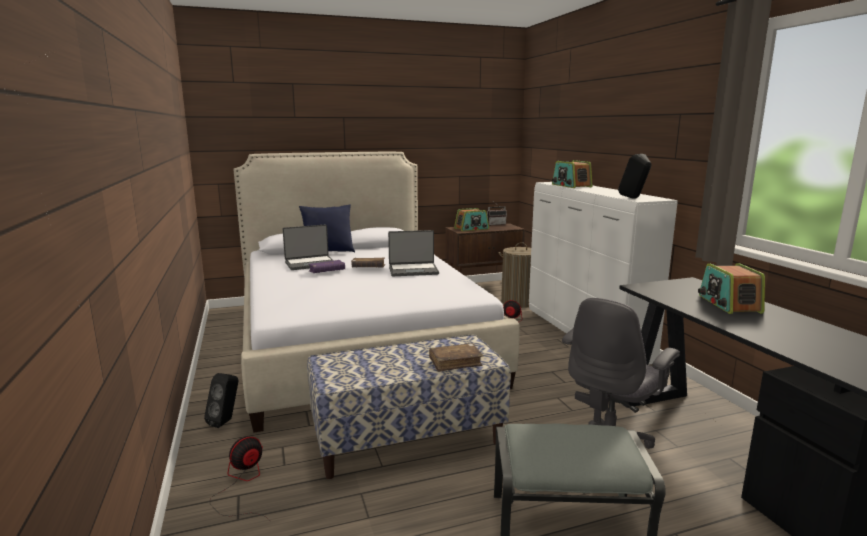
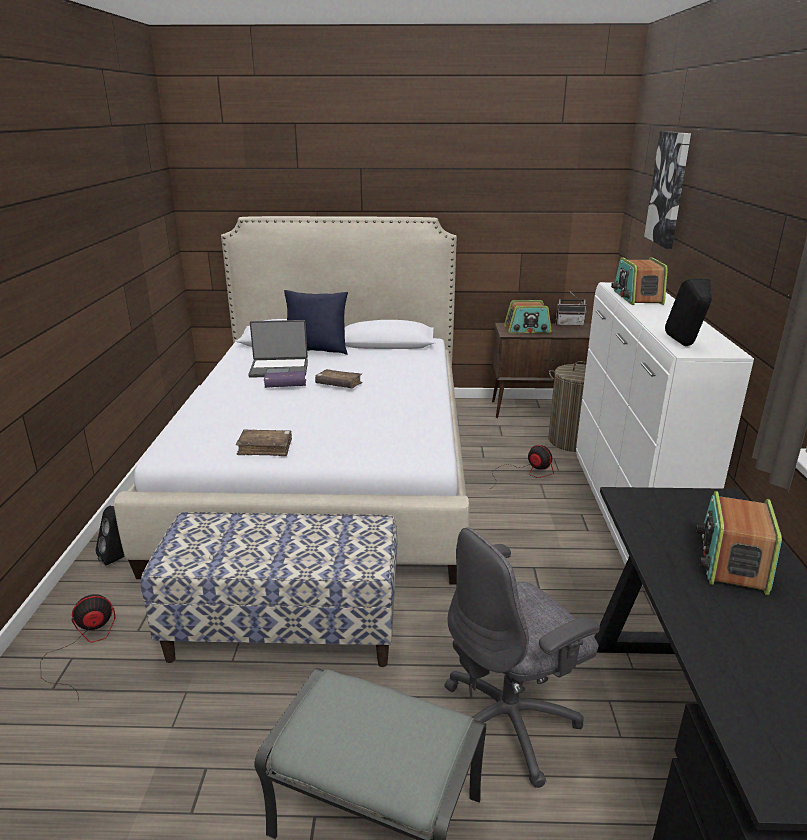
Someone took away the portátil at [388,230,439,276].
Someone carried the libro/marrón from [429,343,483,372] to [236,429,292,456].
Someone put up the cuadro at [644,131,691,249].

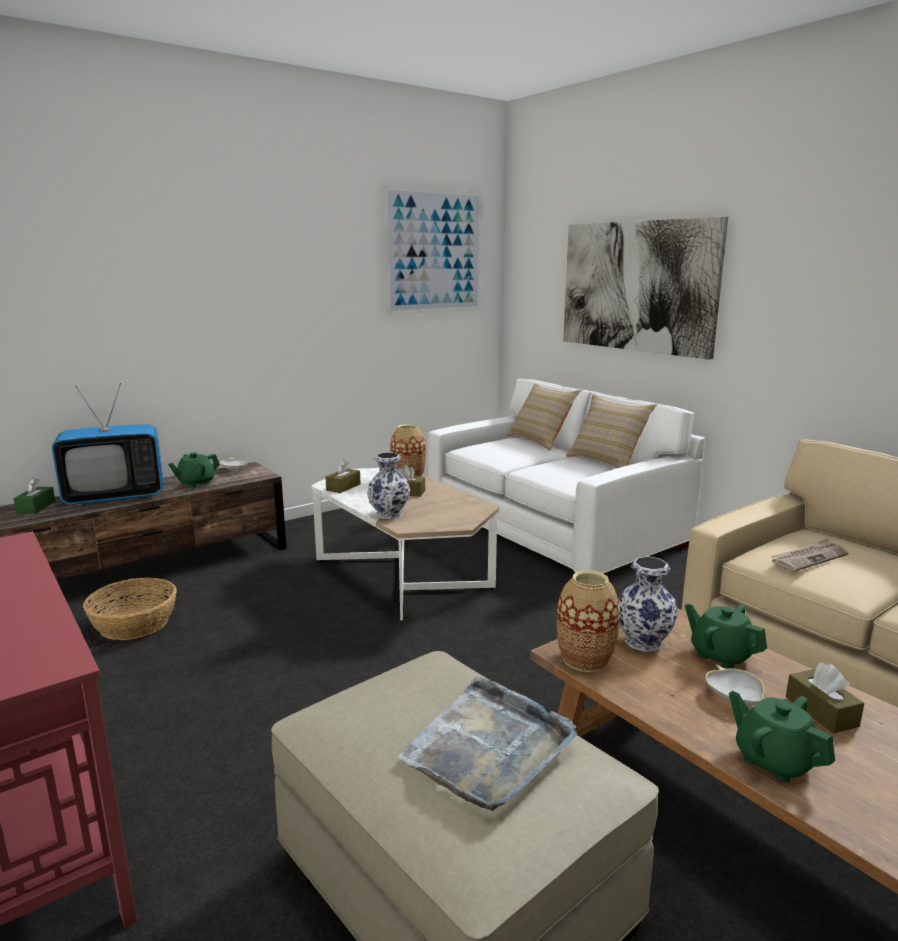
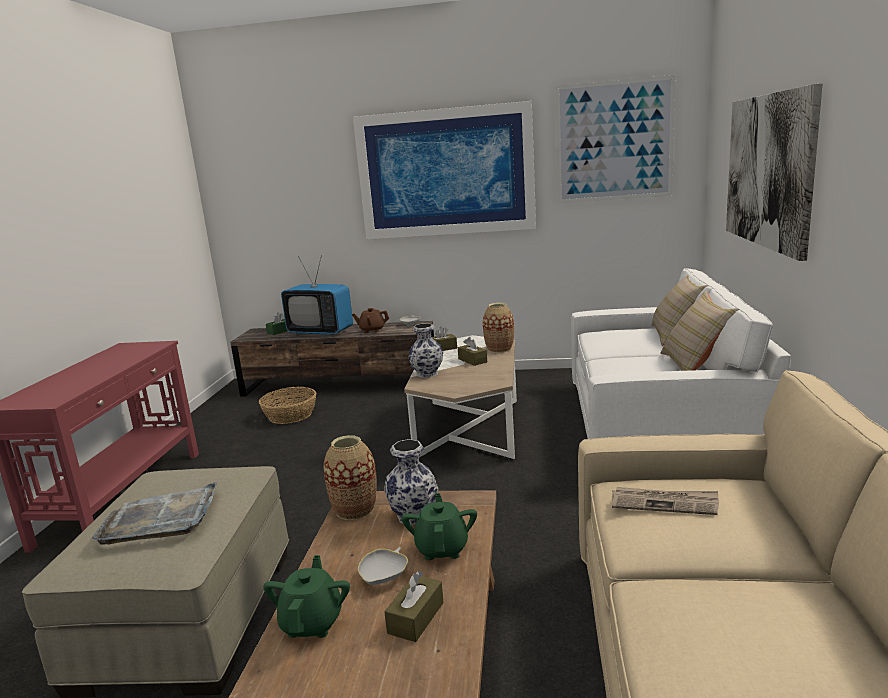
Someone repainted the tetera/verde at [168,453,220,488], which became the tetera/marrón at [352,308,389,333].
Someone put up the cuadro at [353,101,536,239].

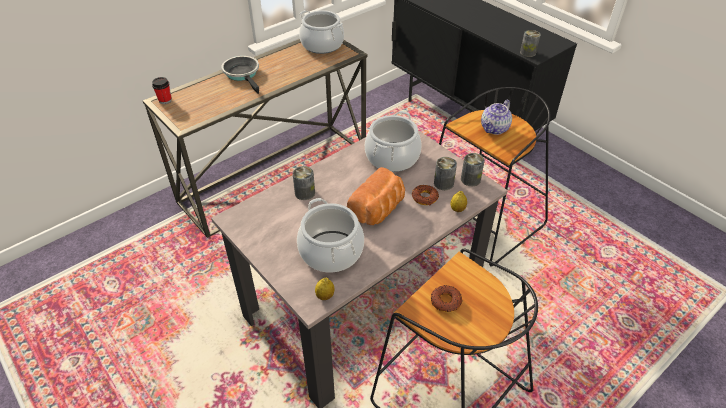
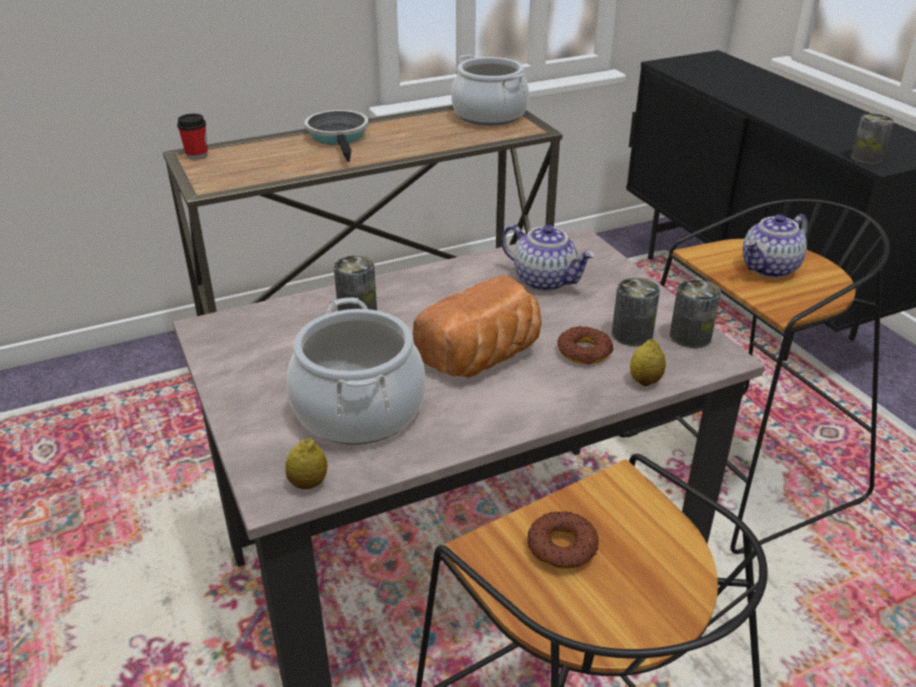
Someone swapped the olla at [365,111,422,172] for the tetera at [501,225,595,291].

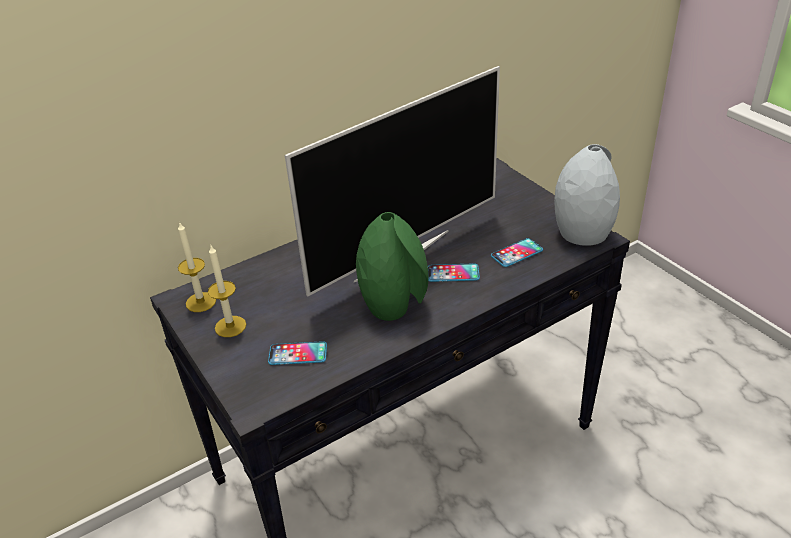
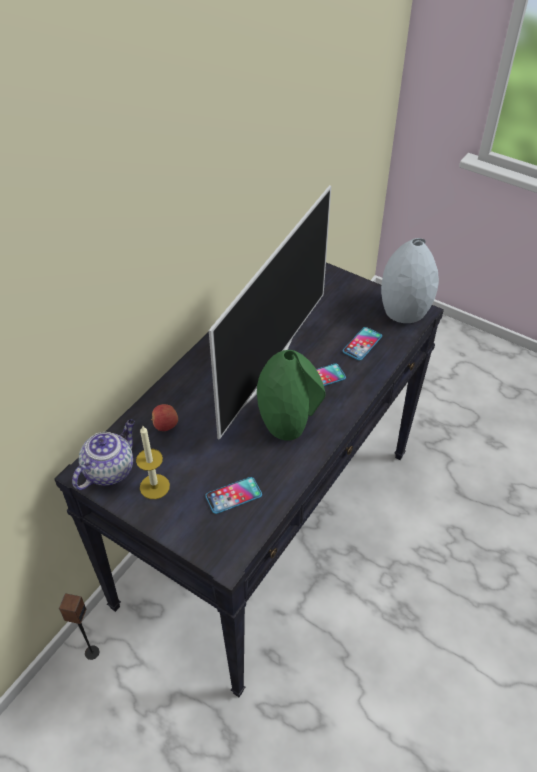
Someone swapped the vela at [178,221,216,312] for the tetera at [72,419,135,490].
Someone put down the manzana at [151,404,178,431].
Someone put down the altavoz at [59,594,99,660].

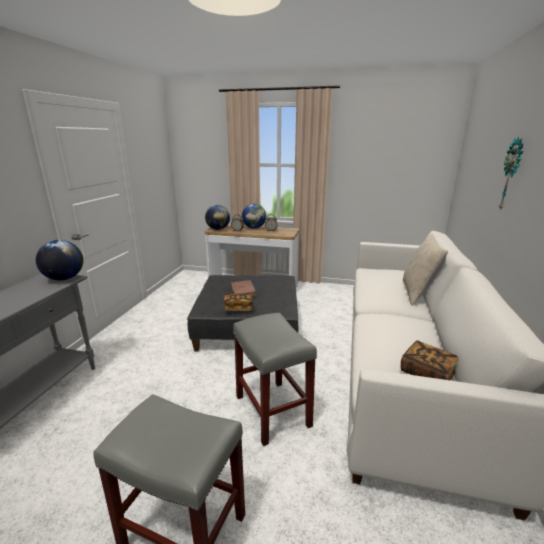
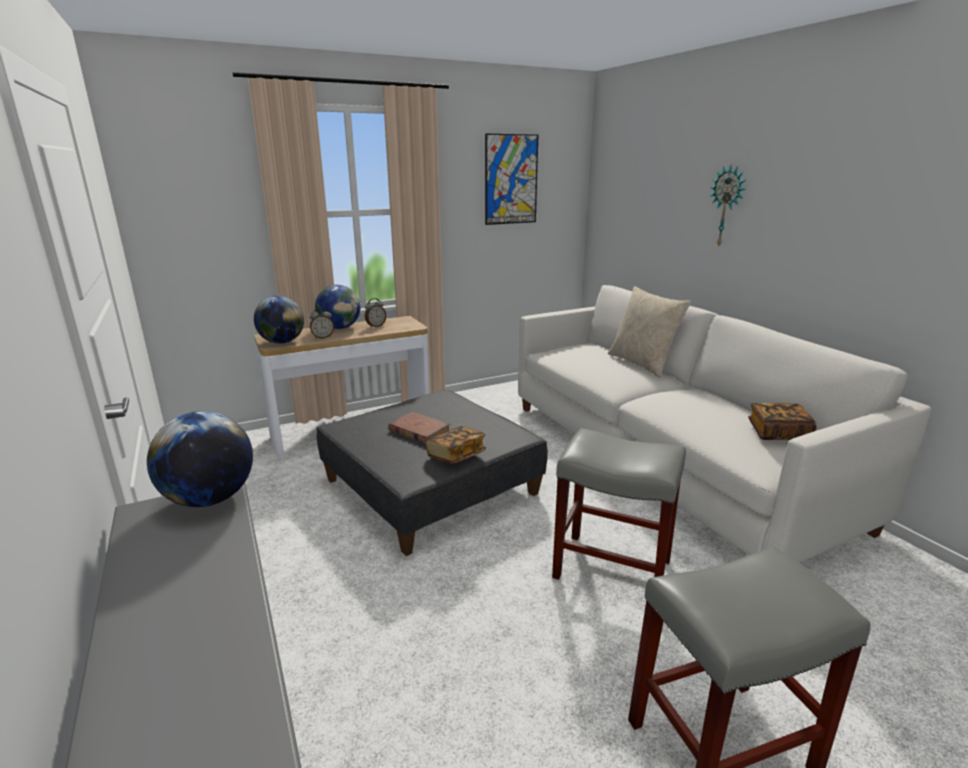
Someone put up the cuadro at [485,134,538,225].

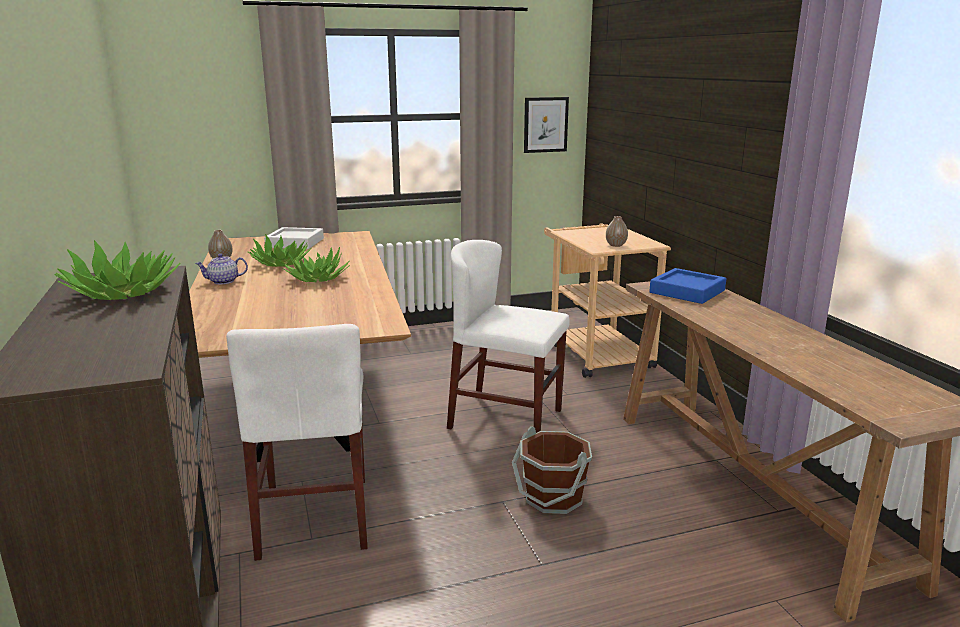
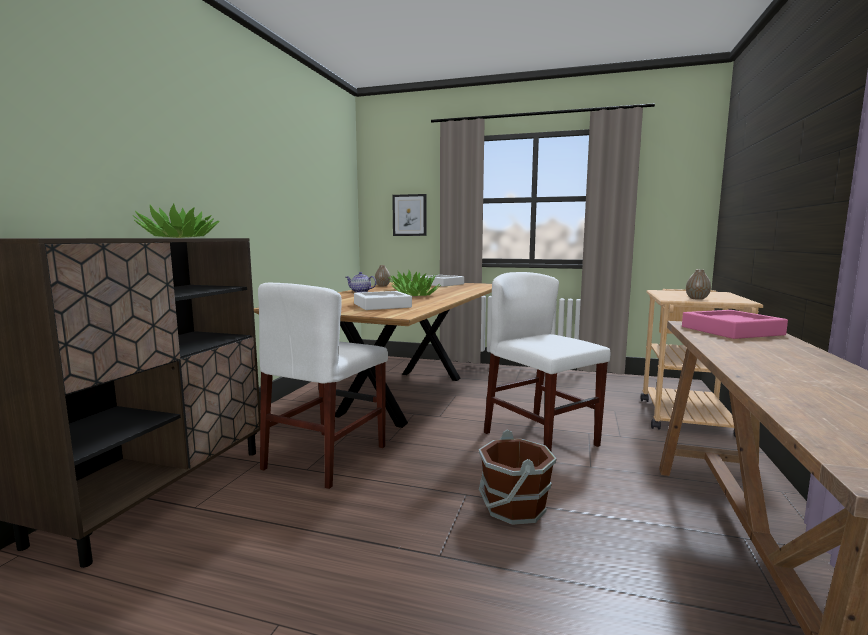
Someone carried the cuadro from [524,97,569,153] to [392,194,427,236].
Someone repainted the bandeja/azul at [649,268,726,304], which became the bandeja/rosa at [682,310,788,339].
Someone put down the bandeja/blanco at [354,291,412,310].

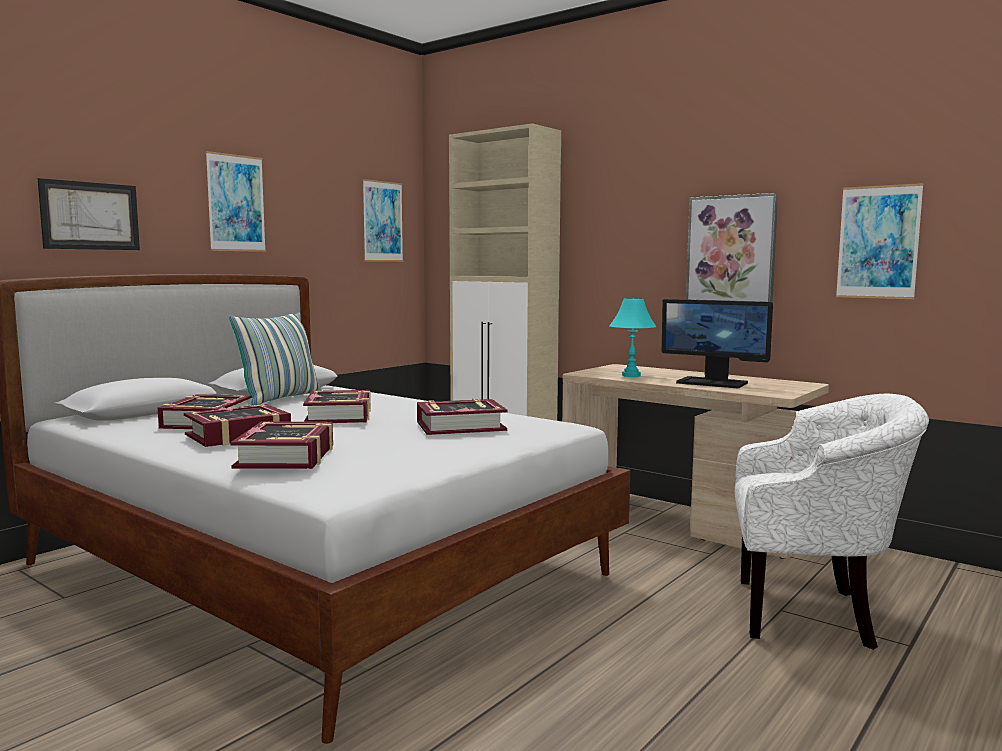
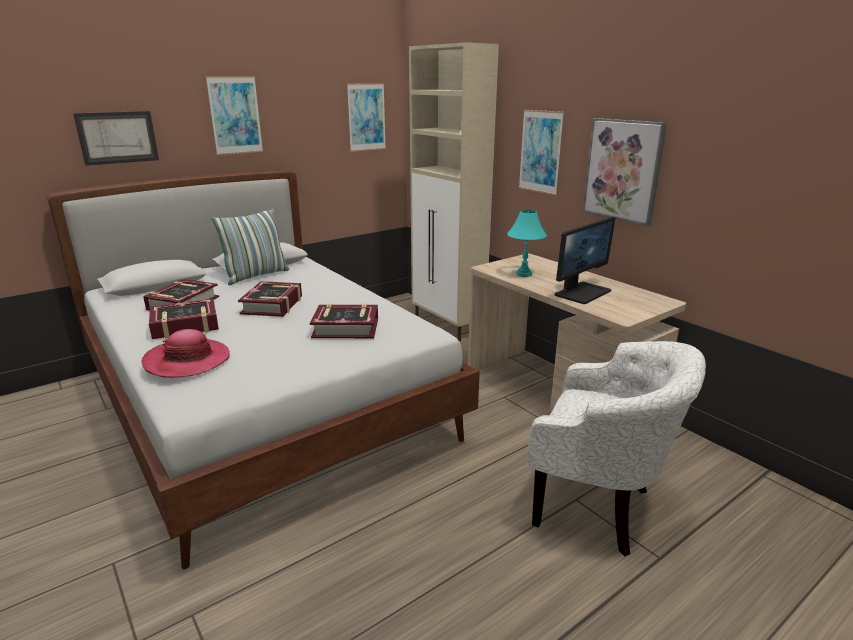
Someone carried the cuadro from [836,183,924,299] to [518,110,564,195].
Someone rotated the monitor at [662,299,773,388] by 90 degrees counterclockwise.
Someone swapped the libro at [230,421,333,469] for the sombrero at [141,329,230,378].

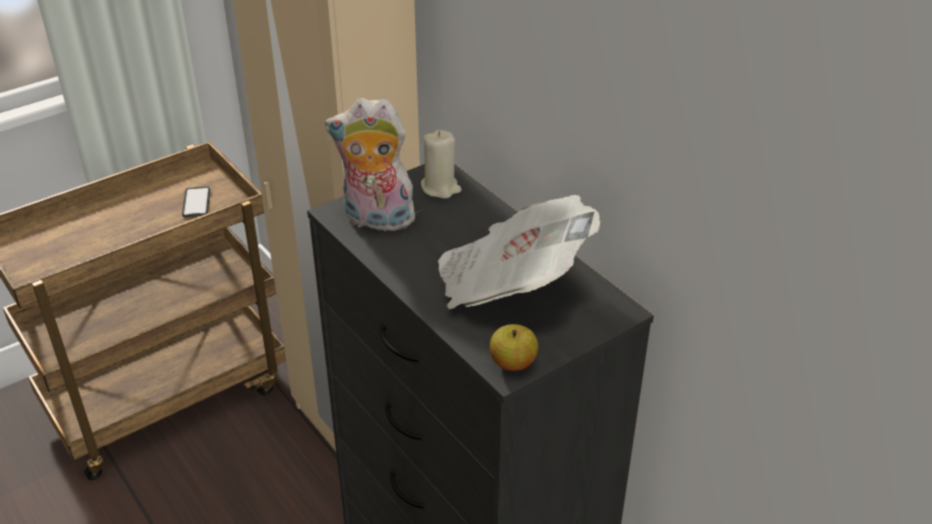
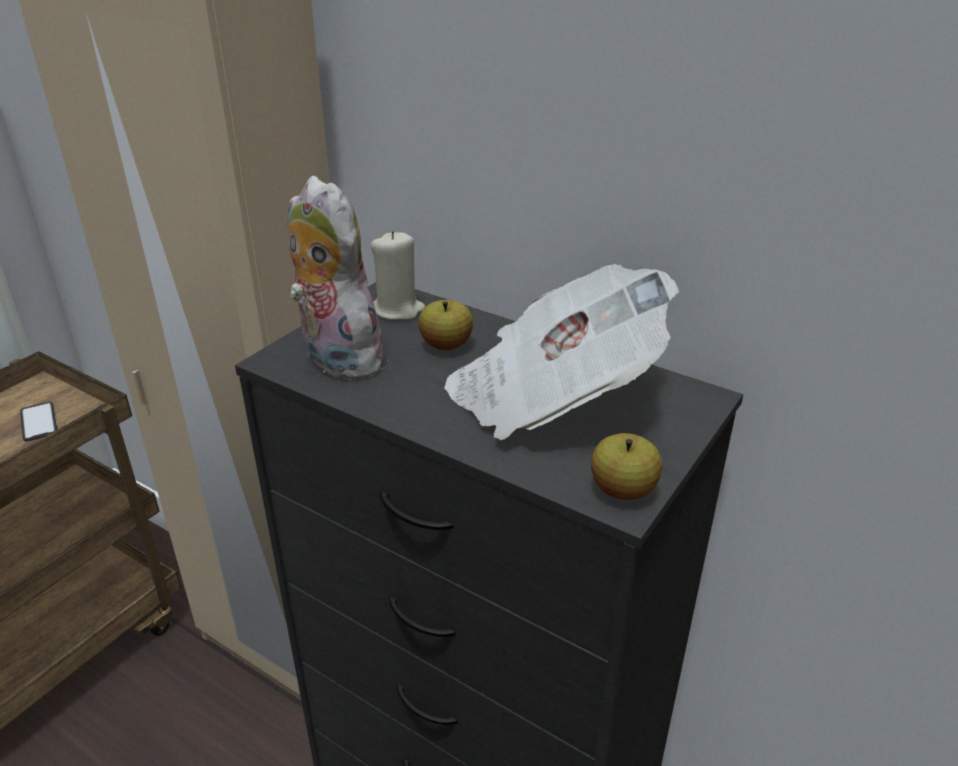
Someone rotated the peluche at [325,98,419,231] by 60 degrees clockwise.
Someone put down the manzana at [418,300,473,350].

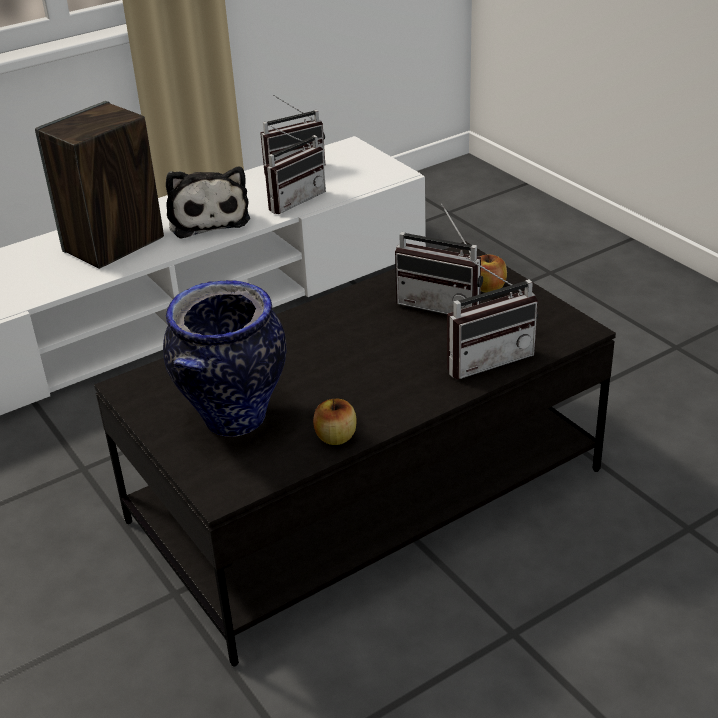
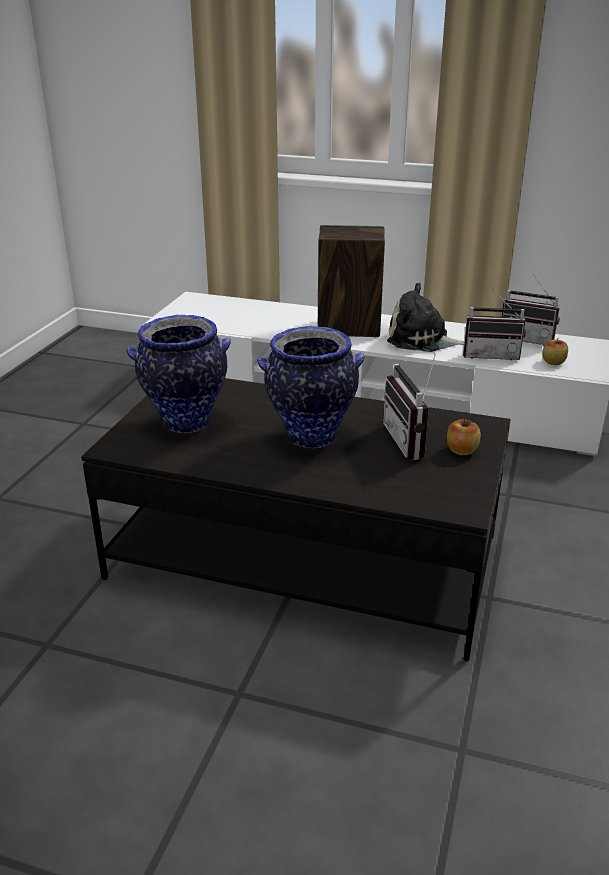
Someone rotated the peluche at [166,167,250,239] by 75 degrees clockwise.
Someone took away the radio at [447,257,538,380].
Someone carried the manzana from [313,399,357,445] to [542,339,568,365].
Someone put down the florero at [257,326,365,448].

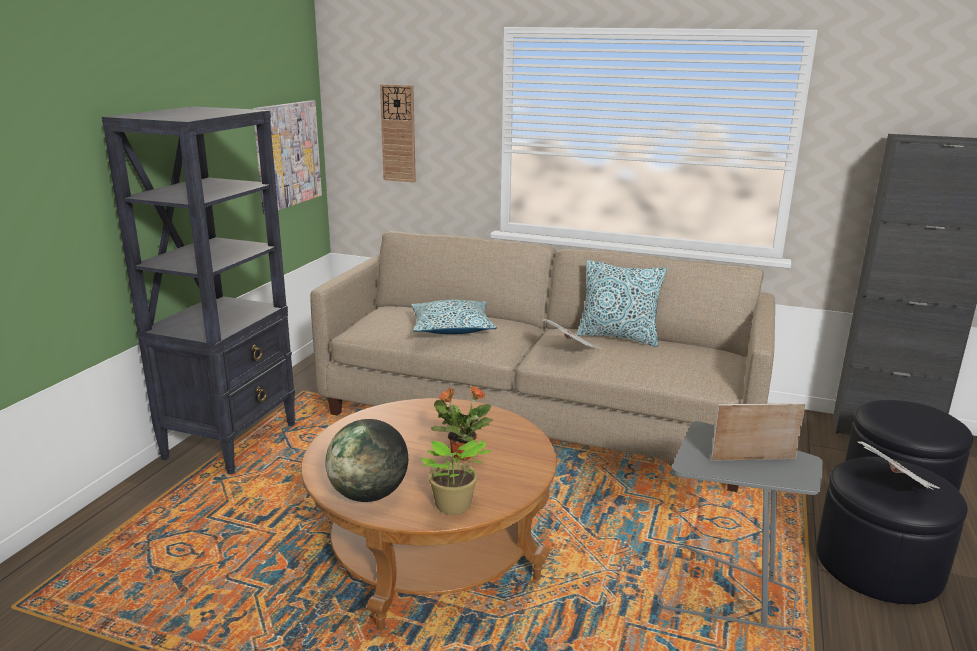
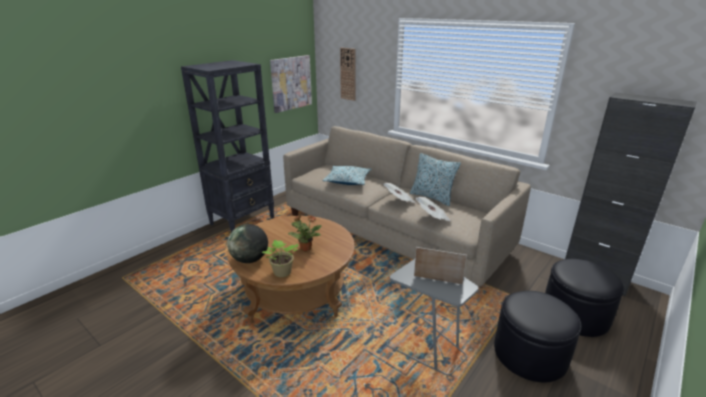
Someone carried the periódico from [858,441,940,490] to [415,197,451,222].

